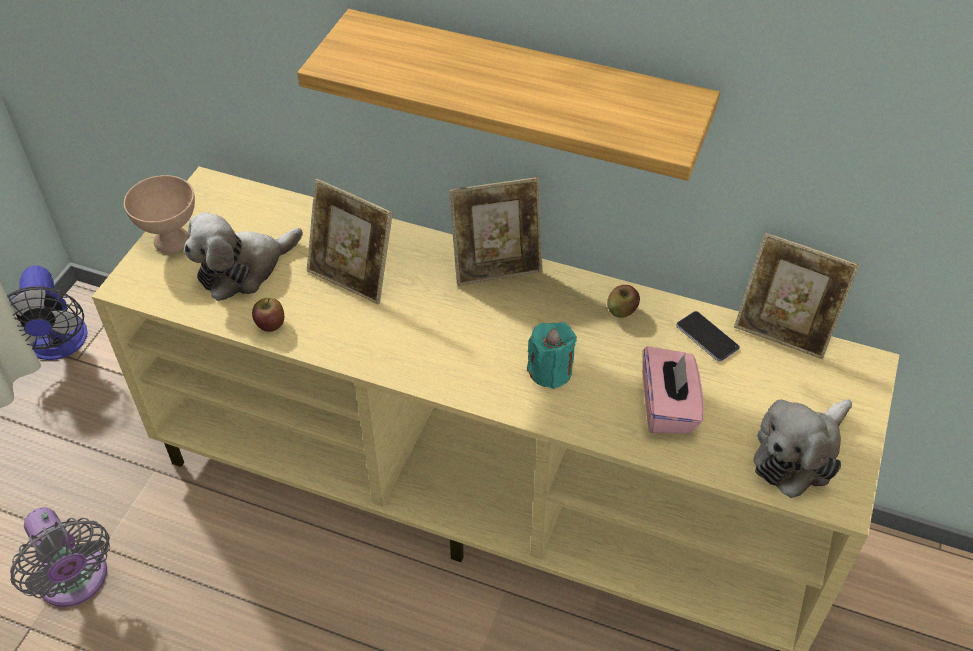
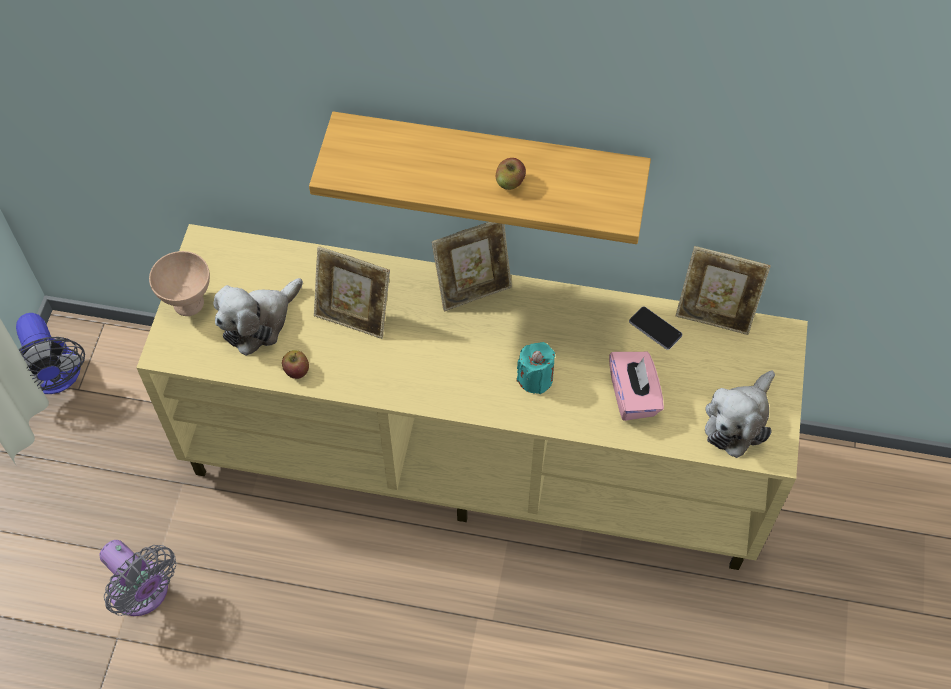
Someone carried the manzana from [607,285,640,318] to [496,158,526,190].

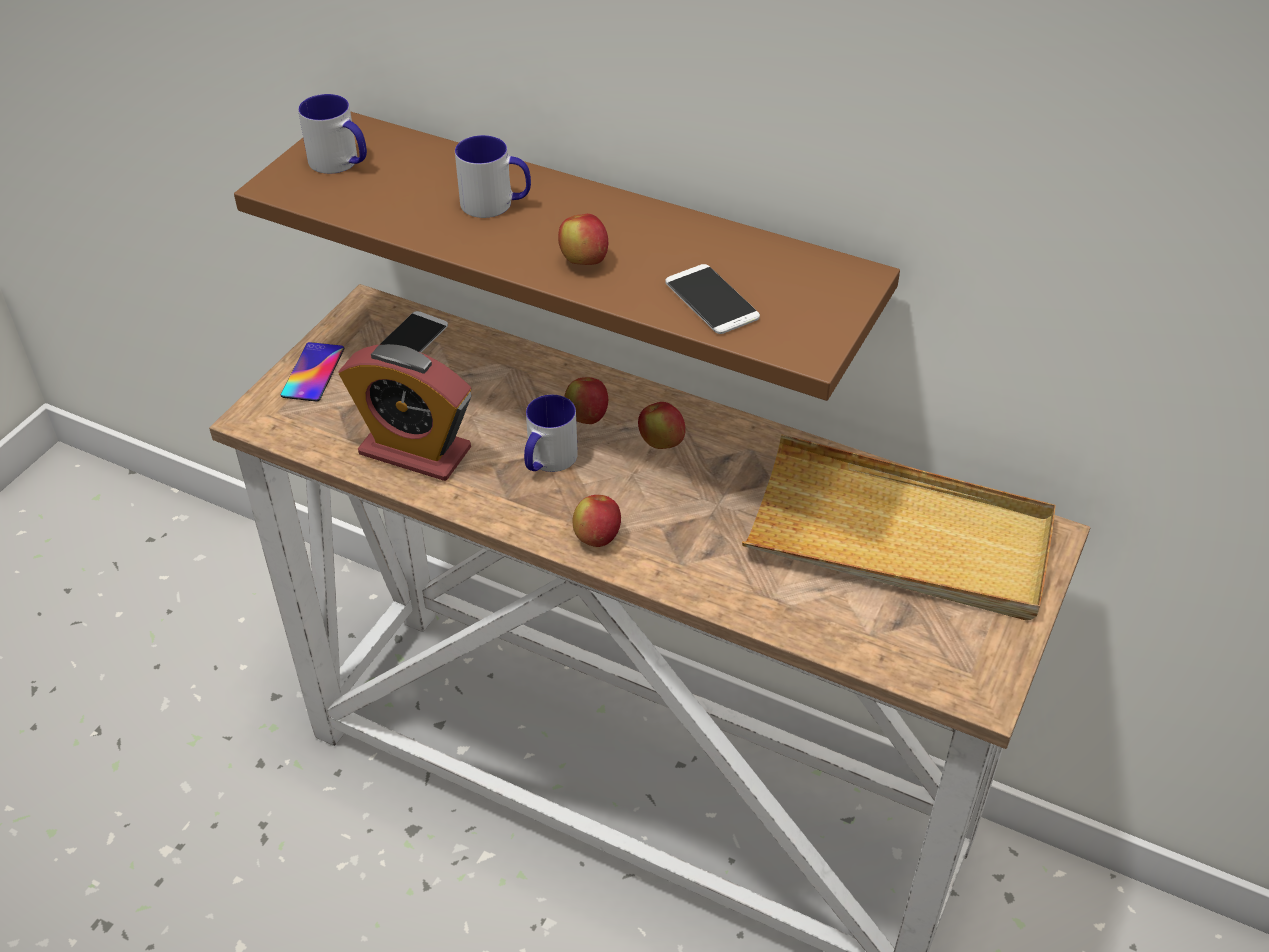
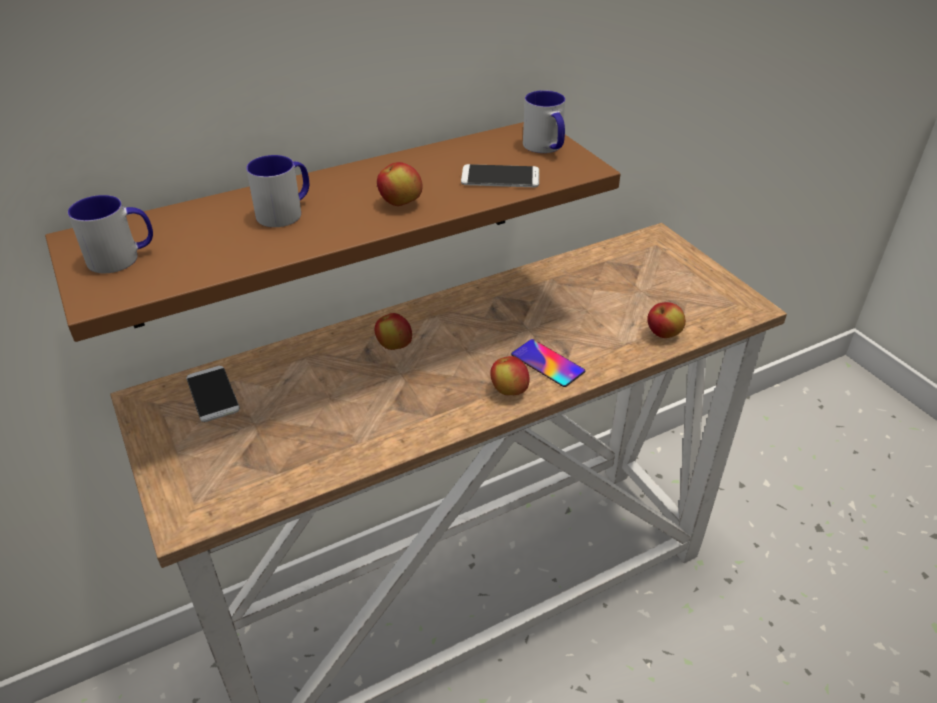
Someone carried the móvil from [281,342,344,402] to [511,339,585,387].
Someone took away the despertador at [338,344,471,481].
Someone carried the taza grande from [524,395,578,472] to [523,90,565,153].
Someone carried the manzana from [638,402,686,449] to [647,302,686,338].
Someone took away the bandeja/beis at [742,434,1056,620].

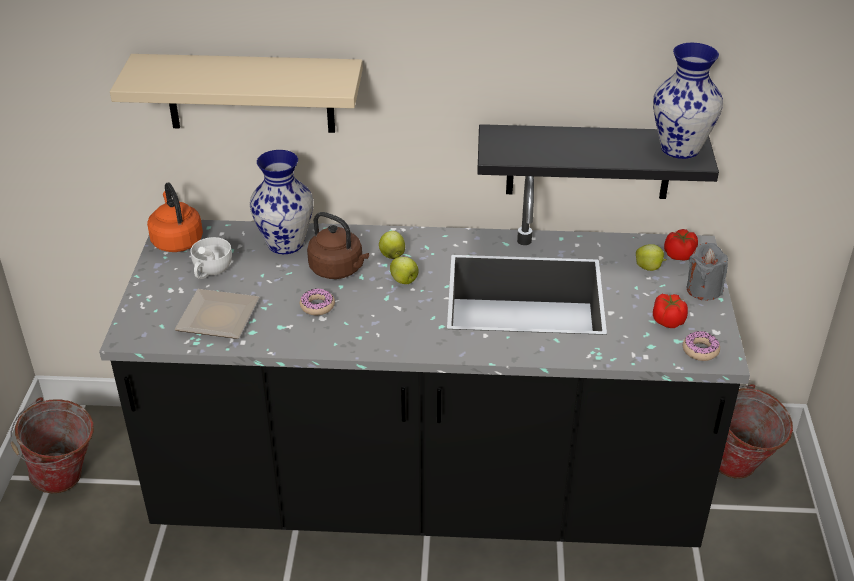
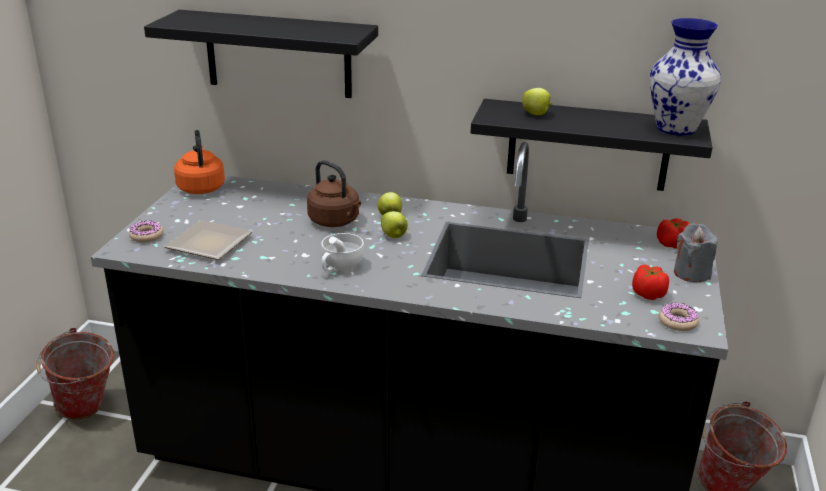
Someone repainted the estante/beis at [110,54,363,133], which became the estante/negro at [144,10,378,98].
Someone took away the florero at [250,150,313,254].
Someone carried the taza/blanco from [190,237,232,279] to [321,233,364,272].
Someone carried the manzana from [636,244,667,271] to [522,88,553,115].
Someone carried the rosquilla from [300,288,335,315] to [129,221,164,242].

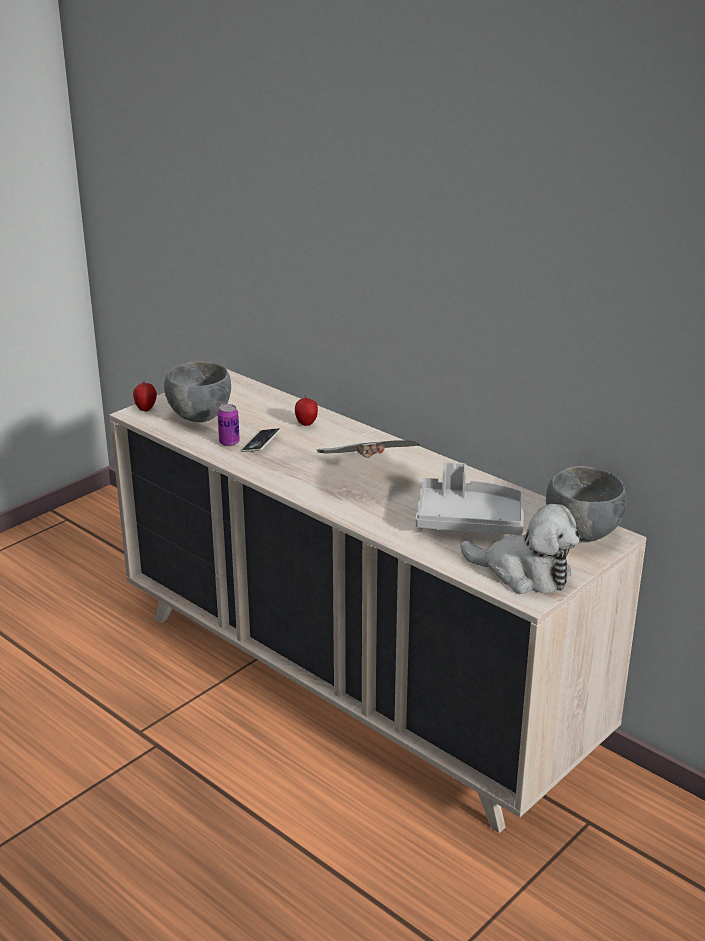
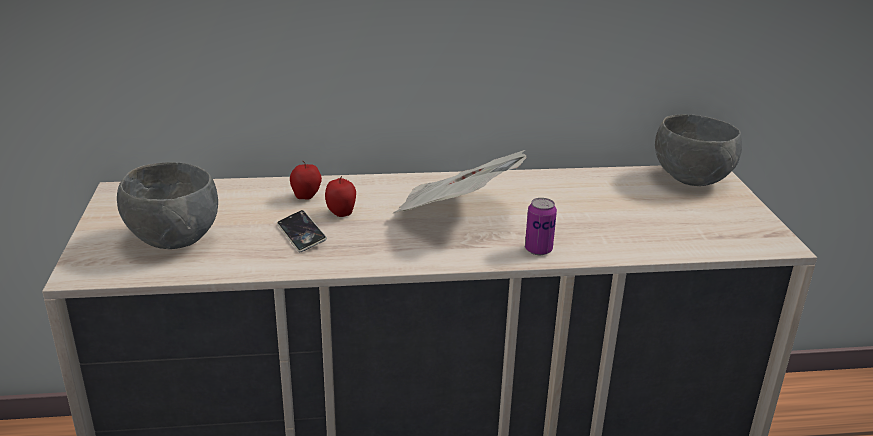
Someone carried the manzana from [133,381,157,412] to [325,176,356,217].
Someone carried the lata from [217,404,240,446] to [525,198,557,255].
Someone took away the bandeja/gris at [416,462,524,535].
Someone took away the peluche at [460,504,580,594].

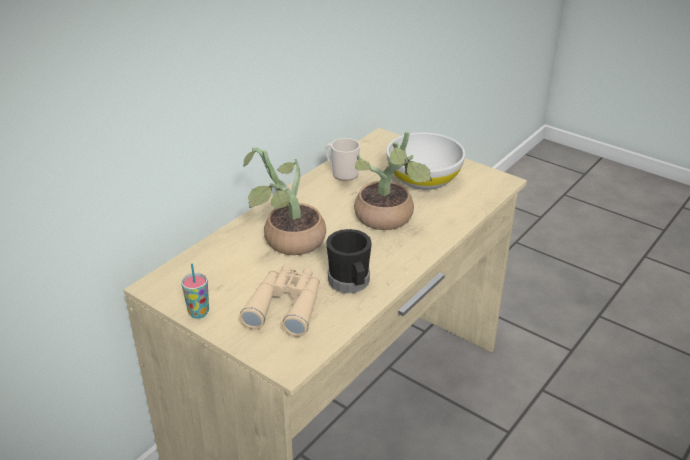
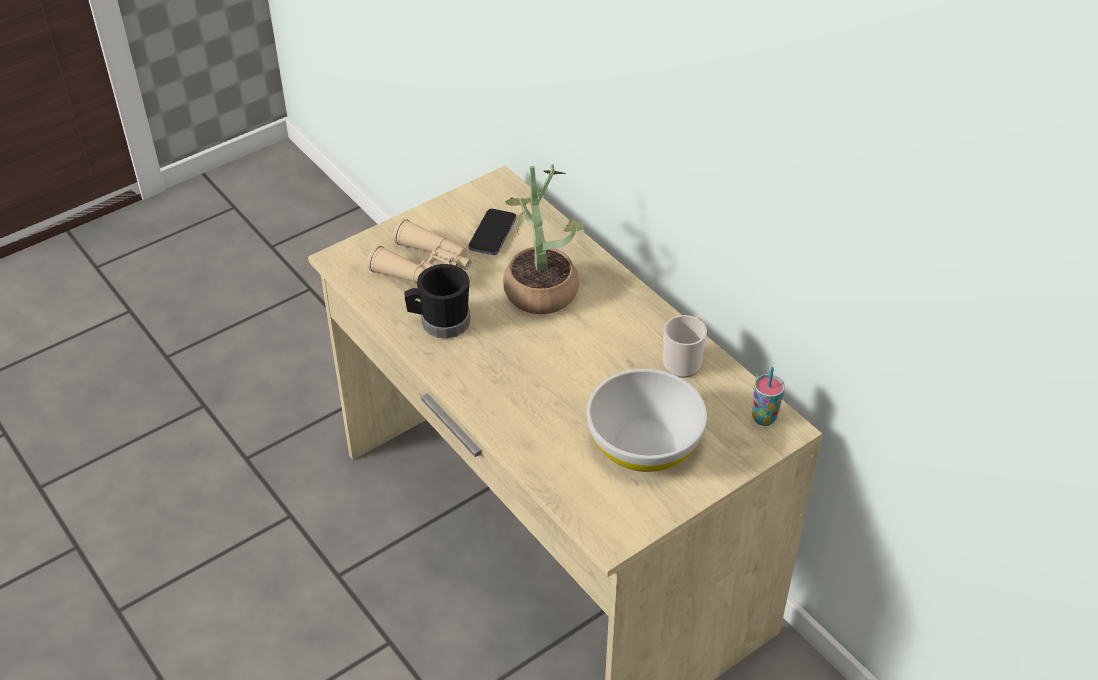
Someone took away the planta en maceta at [354,131,432,230].
Someone carried the taza from [181,263,209,319] to [752,367,785,426].
Someone put down the móvil at [468,209,516,255].

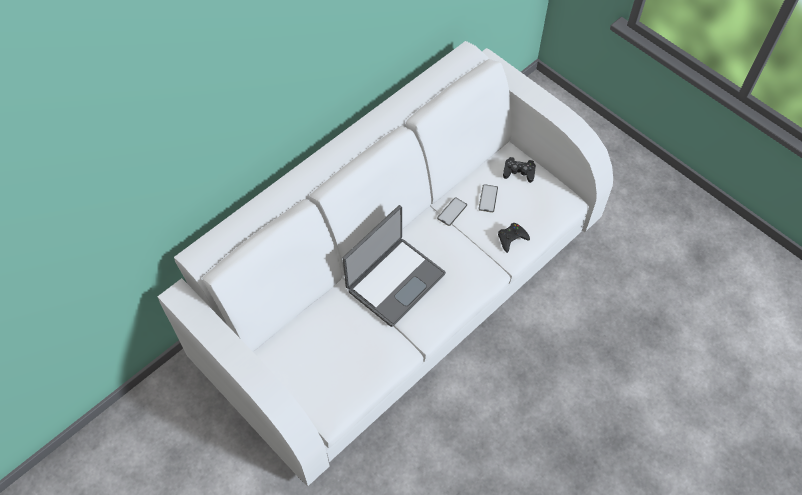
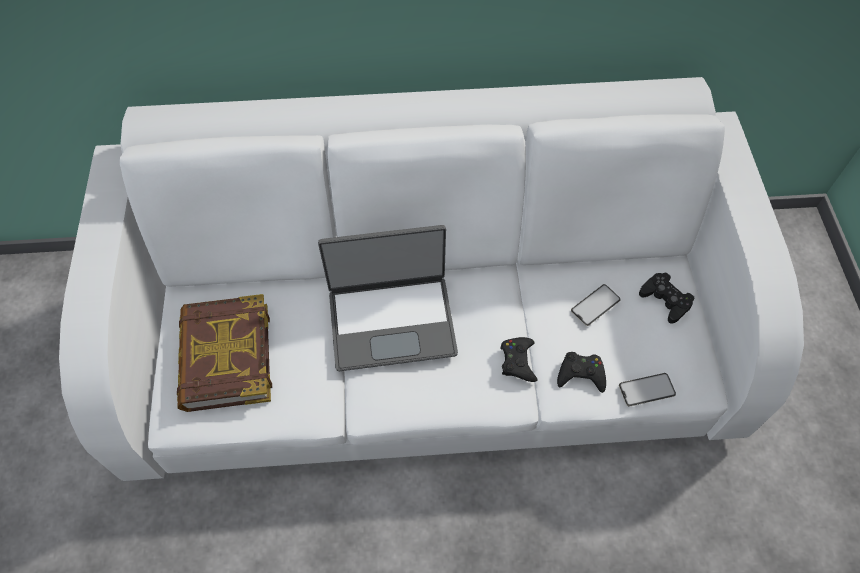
Someone carried the móvil from [437,197,467,226] to [619,373,676,407].
Someone put down the libro at [177,294,272,412].
Someone put down the mando de consola/negro at [501,337,538,382].

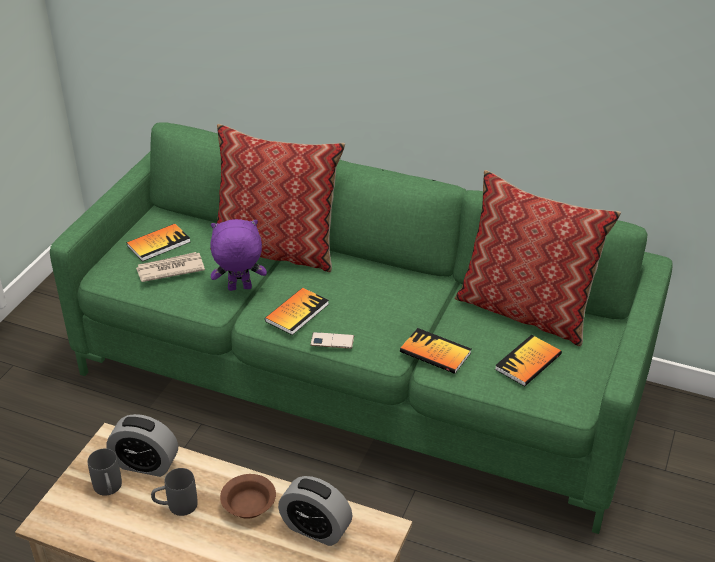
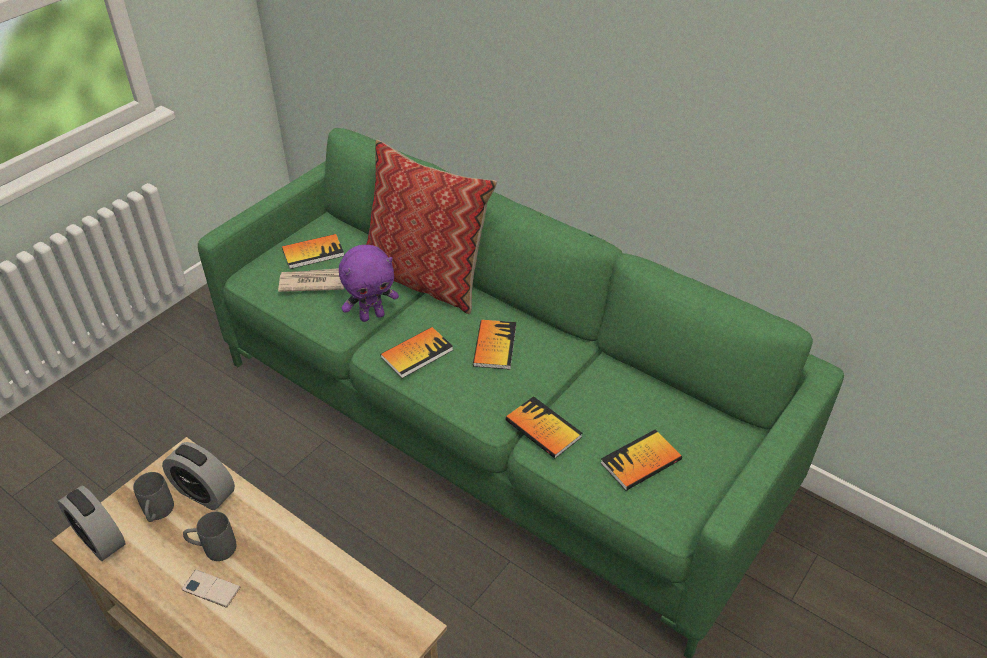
Someone took away the cojín at [454,170,621,347].
Someone rotated the peluche/morado at [210,219,267,291] by 150 degrees clockwise.
Someone carried the móvil from [310,332,354,349] to [182,570,240,608].
Someone took away the cuenco/marrón at [220,474,276,519].
Someone carried the despertador from [278,476,353,546] to [58,486,125,561].
Someone put down the libro at [473,320,516,370].

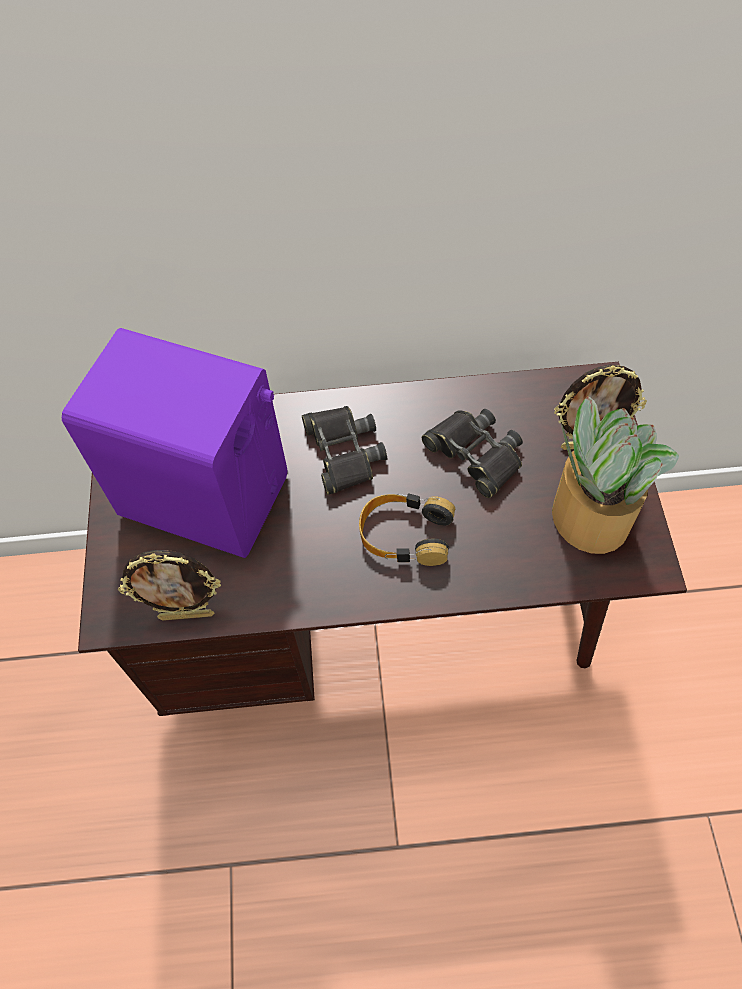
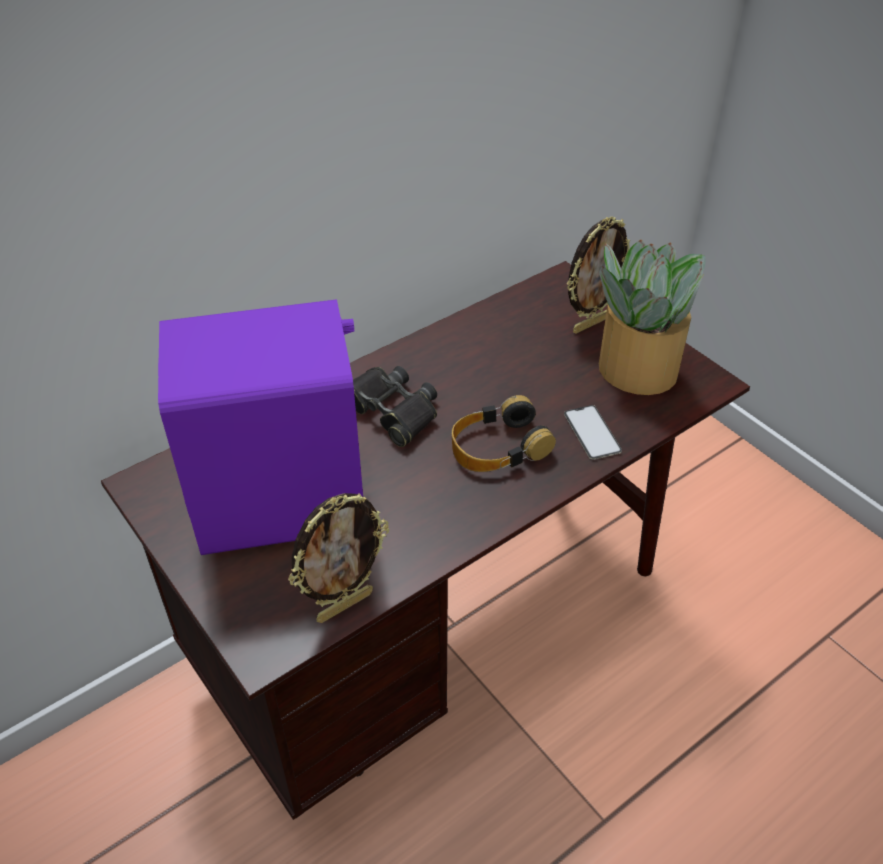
Someone took away the prismáticos/negro at [422,409,523,498].
Someone put down the móvil at [564,405,622,460].

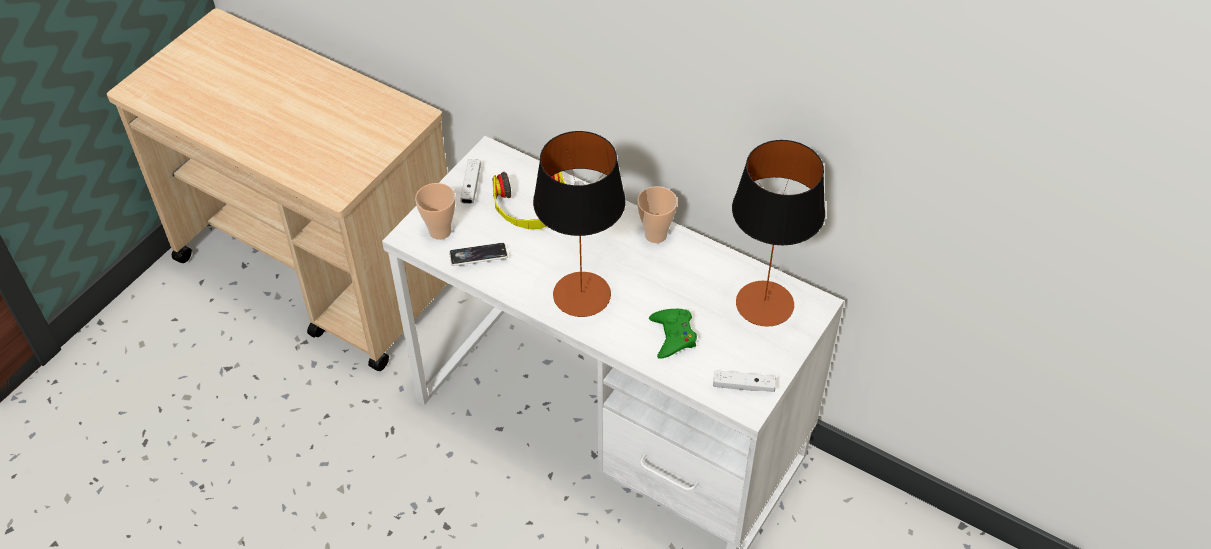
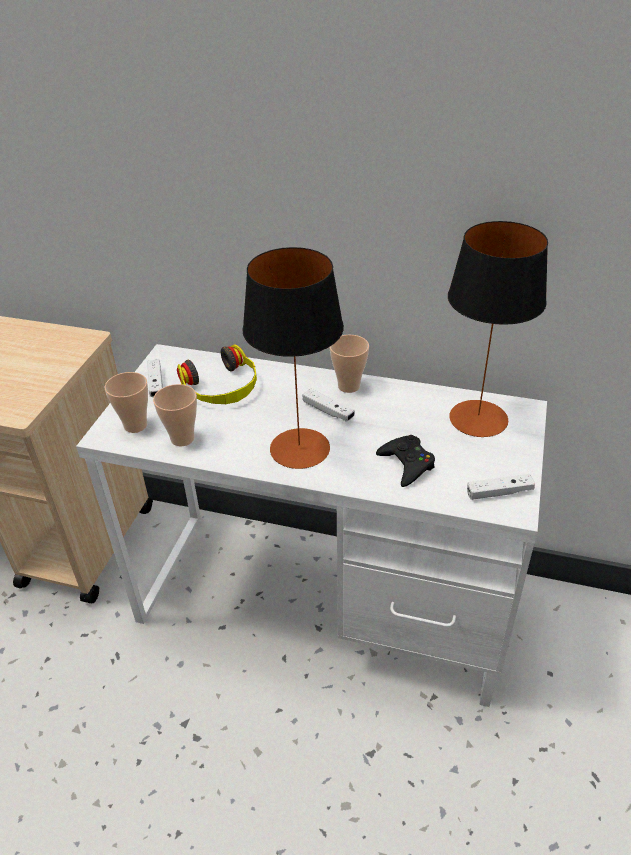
Someone swapped the móvil at [449,243,508,266] for the taza at [153,384,197,446].
Someone repainted the mando de consola/verde at [649,309,697,359], which became the mando de consola/negro at [376,435,435,487].
Someone put down the mando de consola/blanco at [303,389,355,422].

